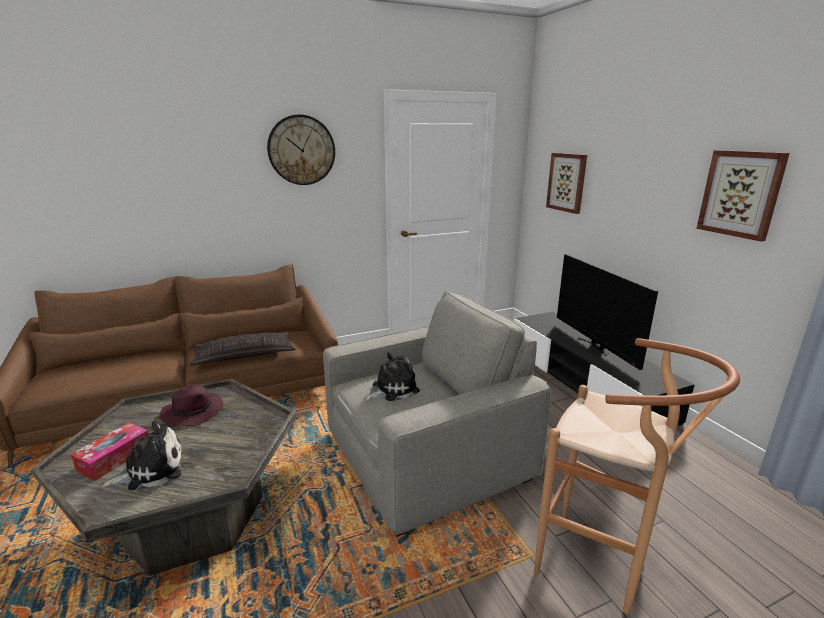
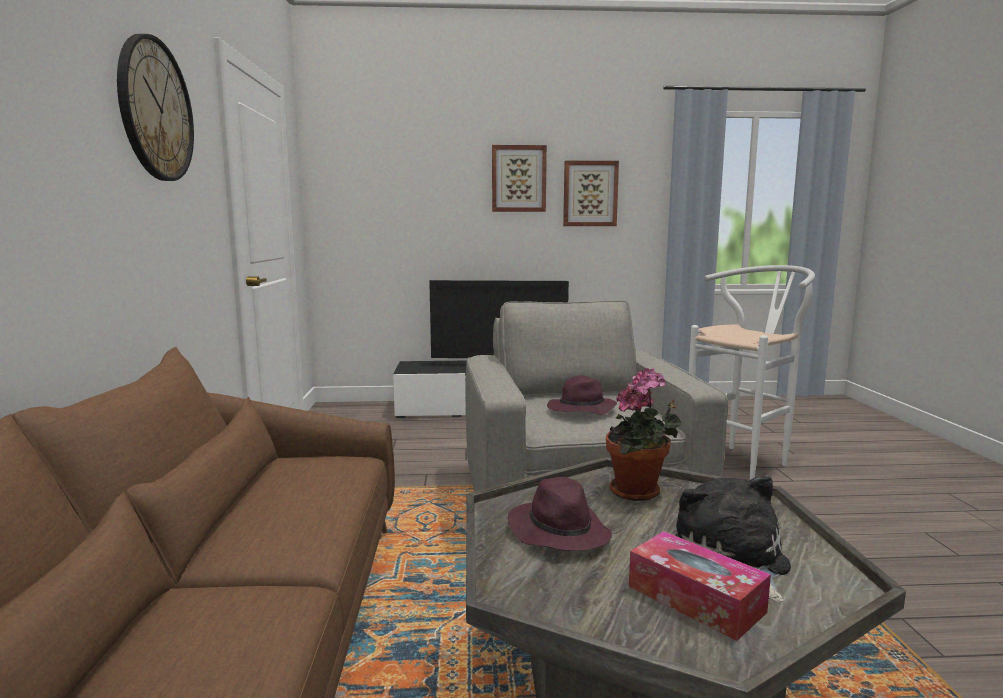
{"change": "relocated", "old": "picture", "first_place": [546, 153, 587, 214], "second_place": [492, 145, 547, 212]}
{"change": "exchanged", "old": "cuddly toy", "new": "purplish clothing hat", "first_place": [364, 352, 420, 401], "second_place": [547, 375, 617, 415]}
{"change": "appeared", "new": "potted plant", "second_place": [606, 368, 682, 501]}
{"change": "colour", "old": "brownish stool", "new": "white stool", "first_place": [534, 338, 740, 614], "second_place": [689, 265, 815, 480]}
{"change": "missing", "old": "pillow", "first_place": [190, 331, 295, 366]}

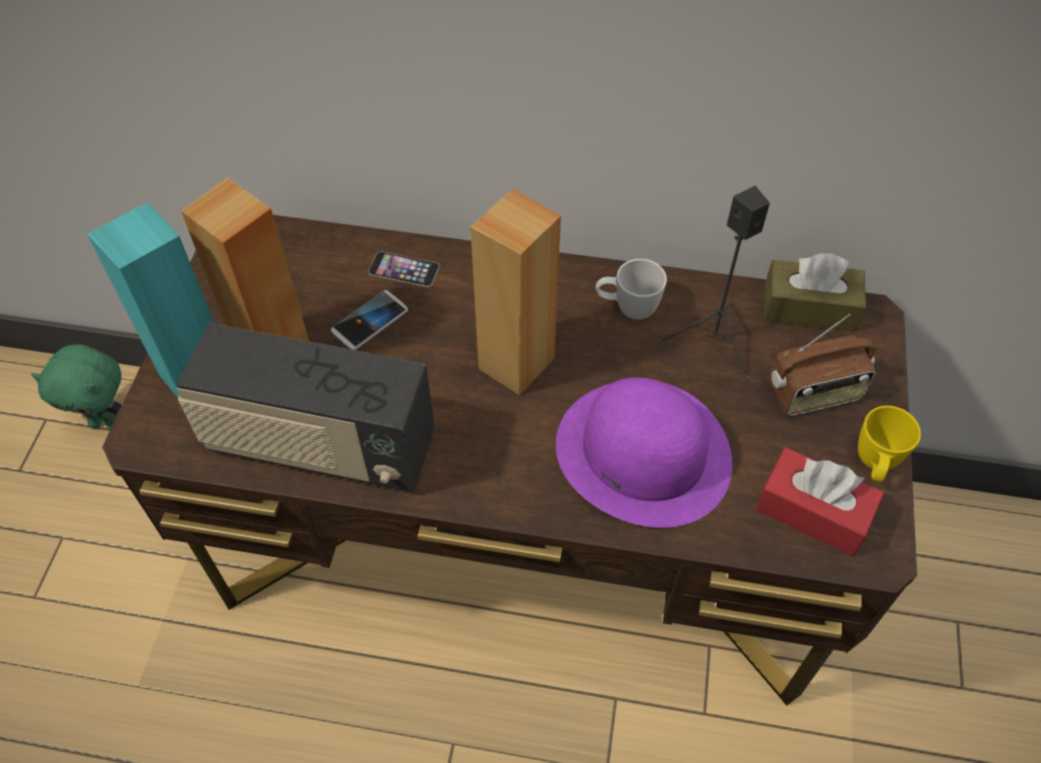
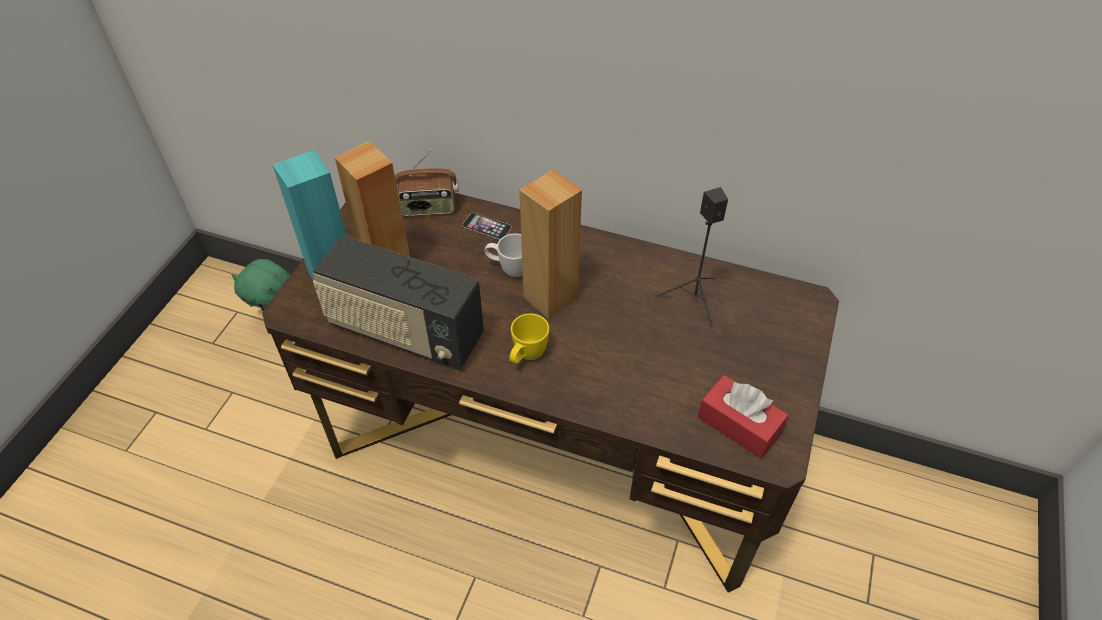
{"change": "relocated", "old": "radio set", "first_place": [769, 314, 877, 416], "second_place": [395, 149, 459, 216]}
{"change": "relocated", "old": "white coffee mug", "first_place": [596, 259, 667, 320], "second_place": [484, 234, 523, 277]}
{"change": "relocated", "old": "yellow coffee mug", "first_place": [858, 406, 921, 482], "second_place": [509, 313, 549, 363]}
{"change": "missing", "old": "phone", "first_place": [331, 290, 408, 350]}
{"change": "missing", "old": "purplish clothing hat", "first_place": [556, 377, 732, 528]}
{"change": "missing", "old": "brownish tissue box", "first_place": [764, 253, 866, 332]}

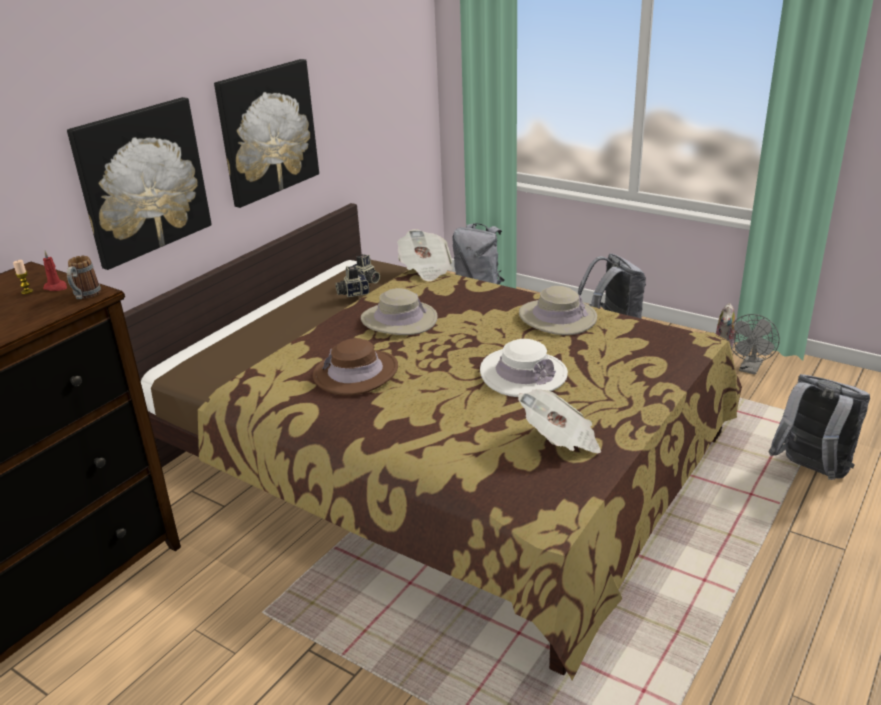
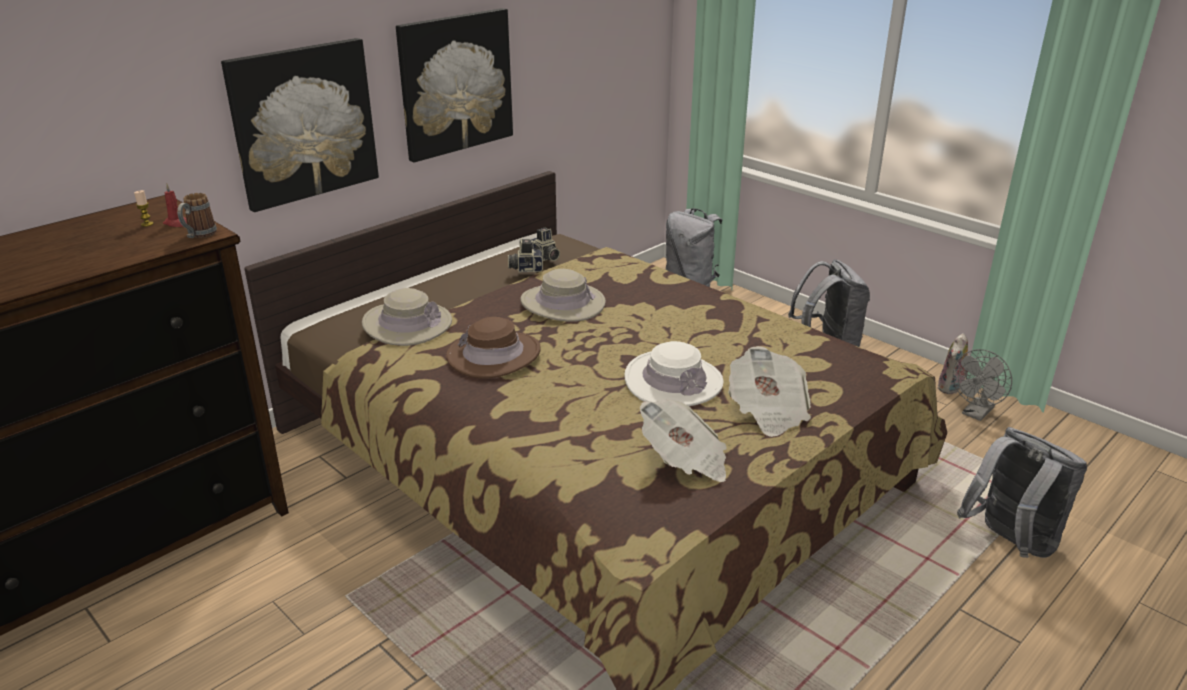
{"change": "relocated", "old": "sand-coloured clothing hat", "first_place": [519, 286, 597, 335], "second_place": [362, 288, 452, 346]}
{"change": "relocated", "old": "daily paper", "first_place": [397, 229, 453, 281], "second_place": [728, 346, 811, 437]}

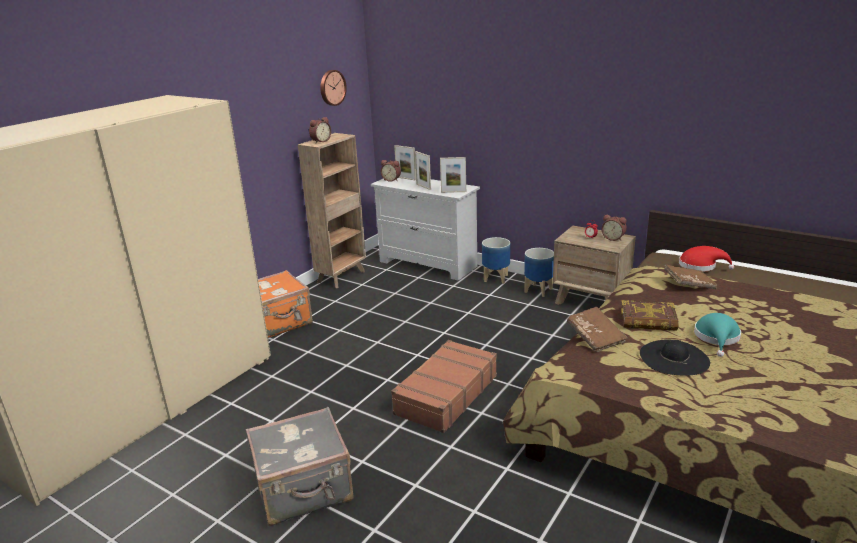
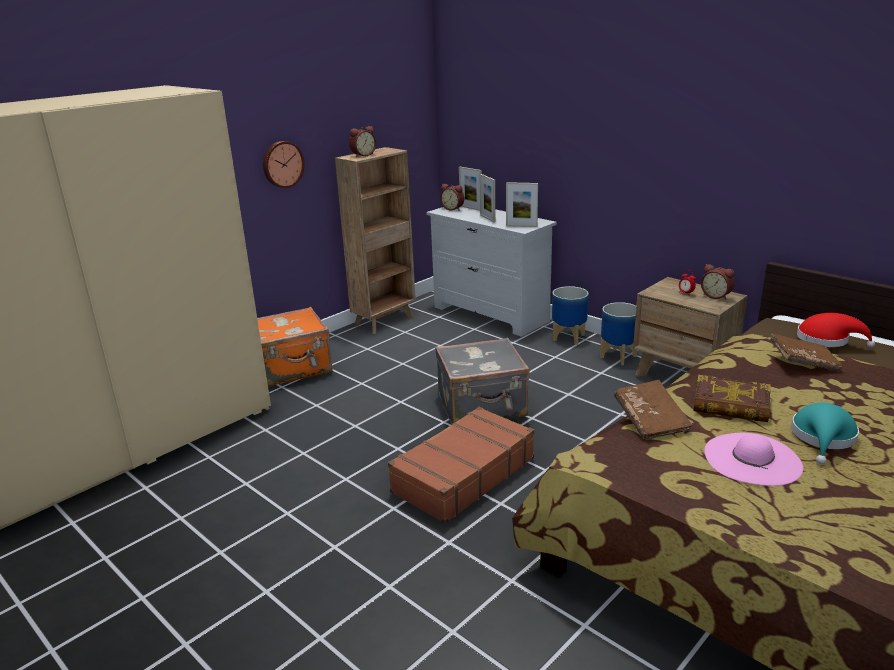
{"change": "relocated", "old": "hanging clock", "first_place": [320, 70, 347, 106], "second_place": [263, 141, 305, 188]}
{"change": "relocated", "old": "grey travel case", "first_place": [246, 407, 354, 526], "second_place": [435, 337, 529, 424]}
{"change": "colour", "old": "blackish clothing hat", "new": "pinkish clothing hat", "first_place": [640, 340, 710, 376], "second_place": [705, 433, 803, 486]}

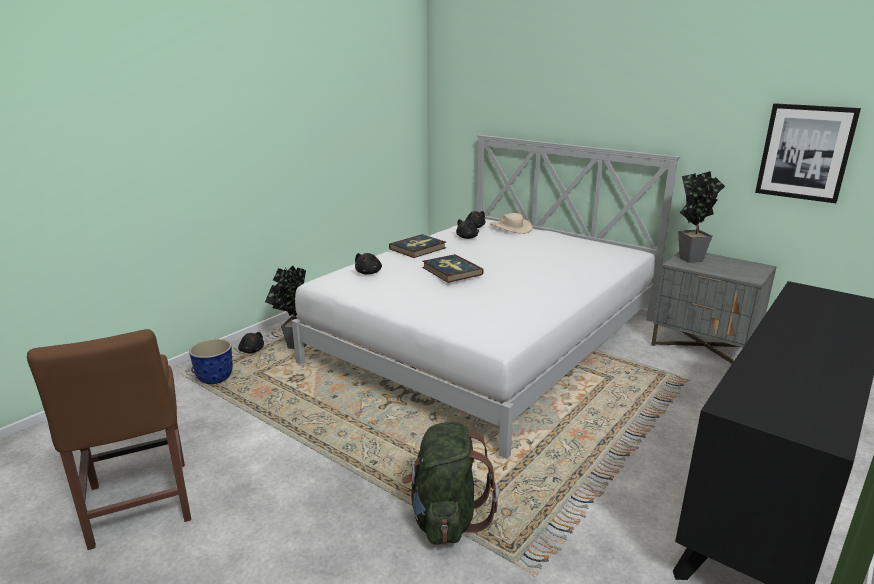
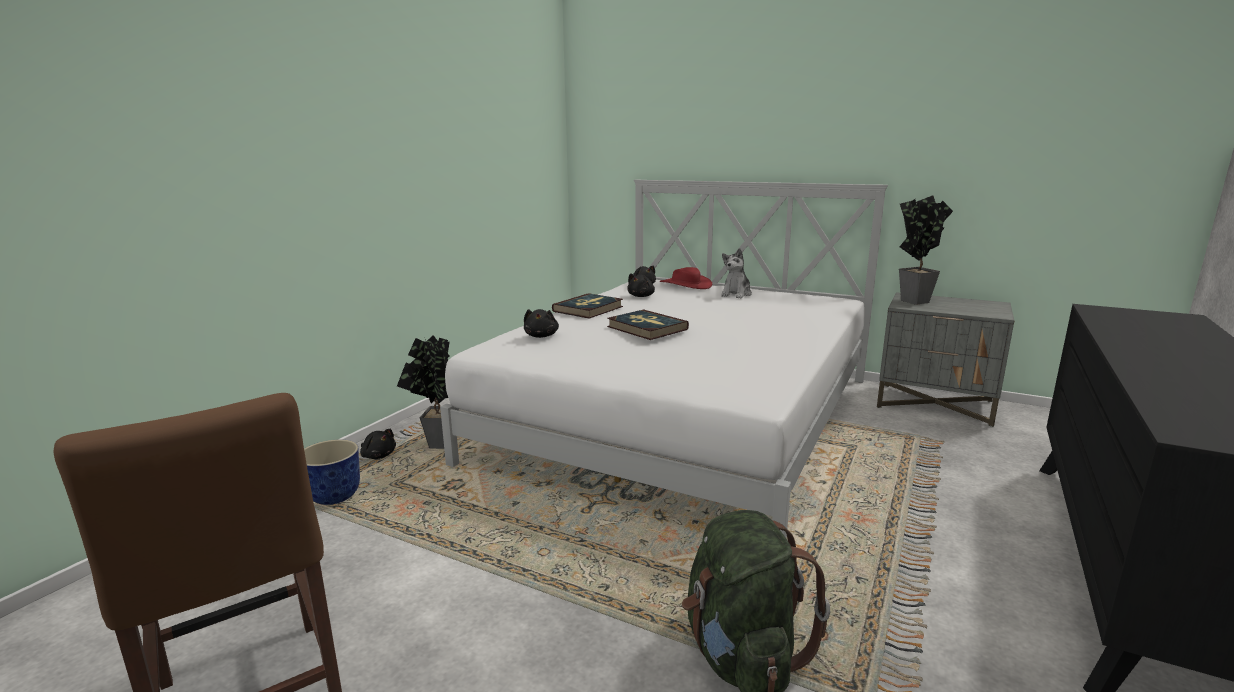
{"change": "colour", "old": "sand-coloured clothing hat", "new": "reddish clothing hat", "first_place": [490, 213, 533, 234], "second_place": [660, 267, 712, 289]}
{"change": "appeared", "new": "cuddly toy", "second_place": [721, 248, 752, 298]}
{"change": "missing", "old": "picture", "first_place": [755, 103, 861, 203]}

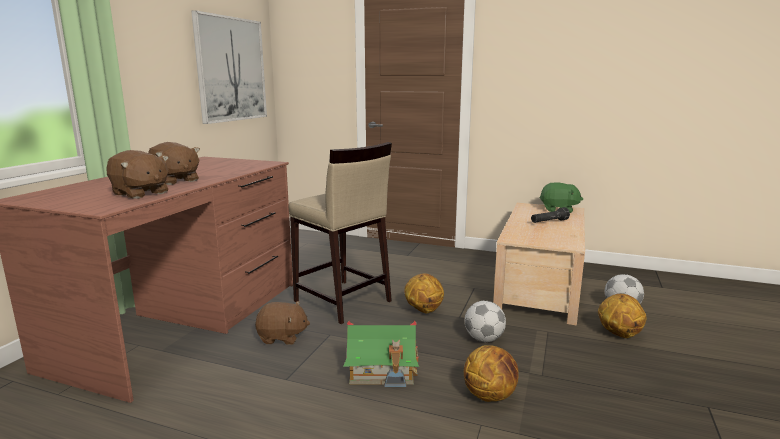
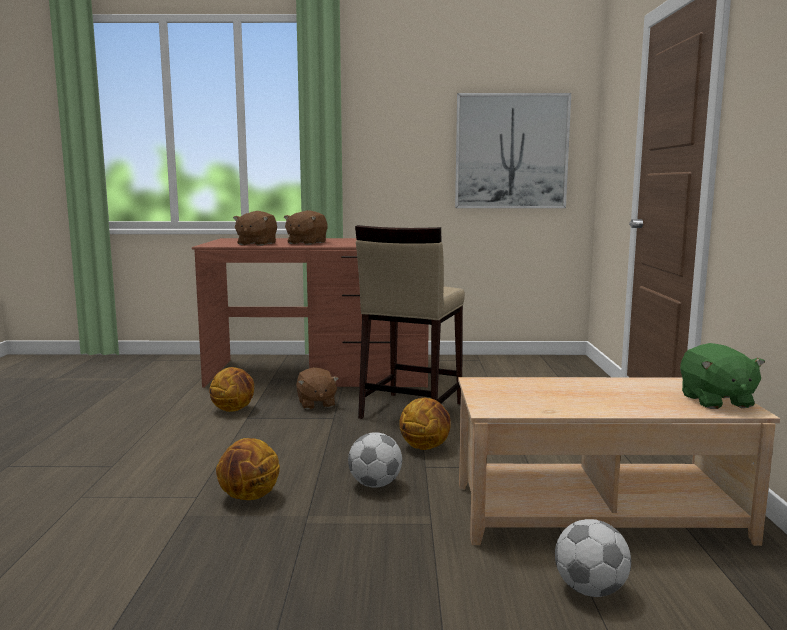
{"change": "relocated", "old": "ball for basketball", "first_place": [598, 294, 647, 338], "second_place": [209, 367, 254, 412]}
{"change": "missing", "old": "toy house", "first_place": [343, 321, 419, 387]}
{"change": "missing", "old": "blackish flashlight", "first_place": [531, 207, 570, 223]}

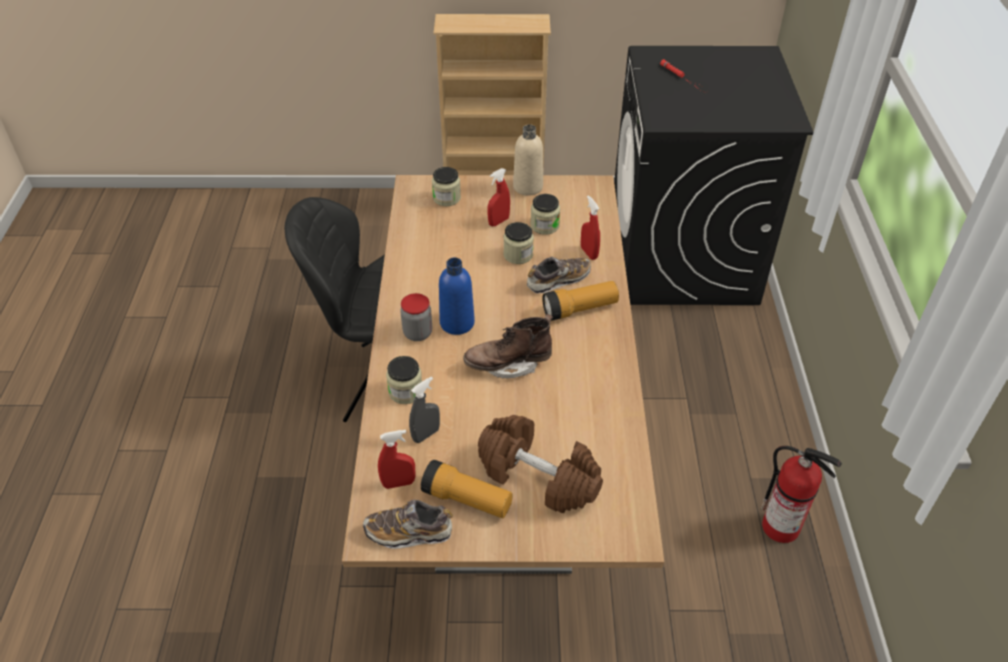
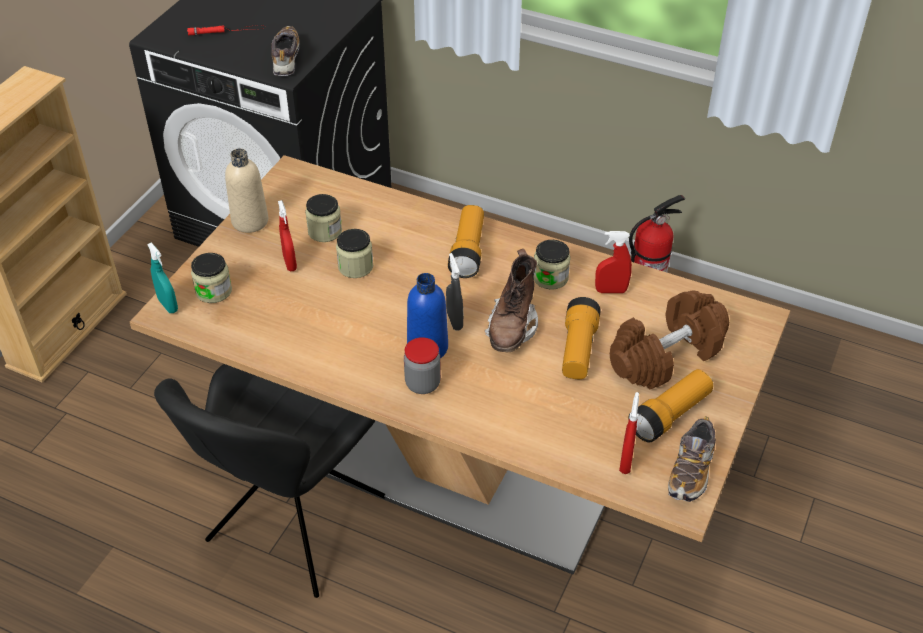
{"change": "appeared", "new": "turquoise sprayer", "second_place": [147, 243, 178, 313]}
{"change": "relocated", "old": "low shoe", "first_place": [527, 257, 591, 294], "second_place": [271, 26, 299, 76]}
{"change": "relocated", "old": "grey sprayer", "first_place": [409, 376, 440, 443], "second_place": [446, 253, 463, 331]}
{"change": "relocated", "old": "storage jar", "first_place": [386, 356, 422, 404], "second_place": [533, 240, 571, 290]}
{"change": "appeared", "new": "flashlight", "second_place": [562, 297, 601, 379]}
{"change": "relocated", "old": "reddish sprayer", "first_place": [581, 195, 600, 260], "second_place": [595, 231, 632, 293]}

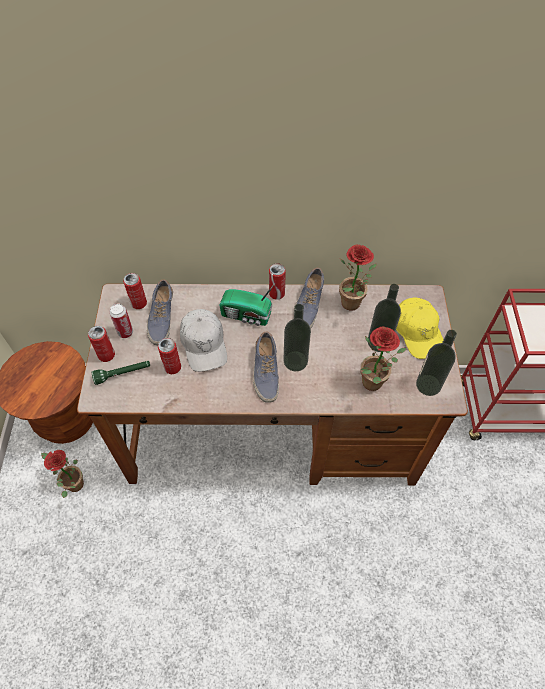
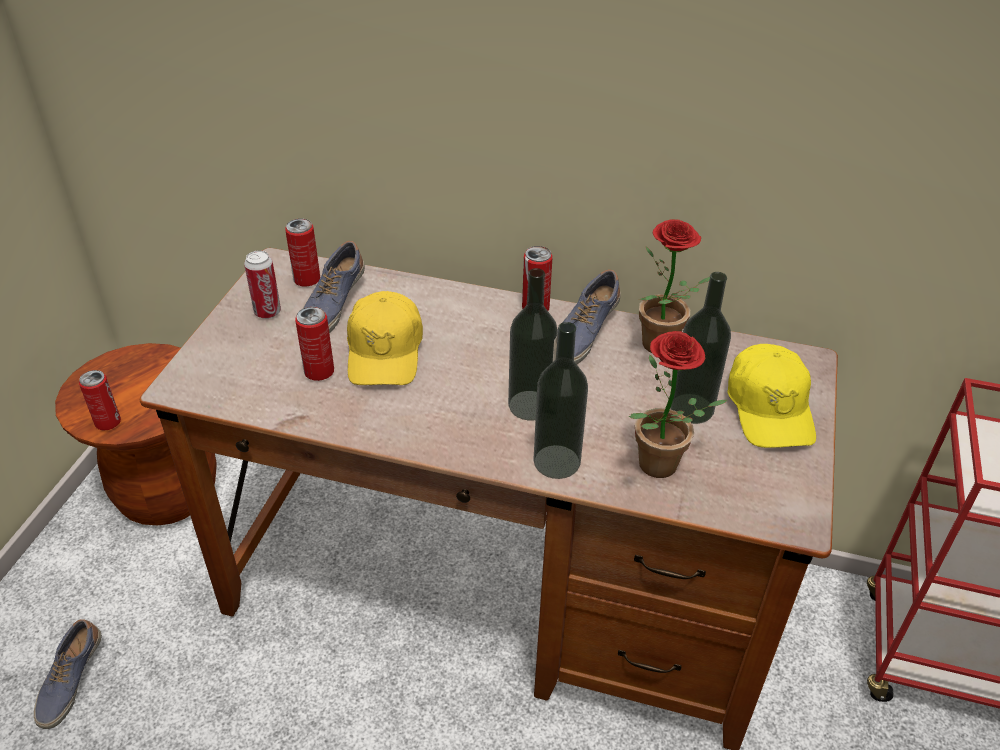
{"change": "relocated", "old": "low shoe", "first_place": [253, 332, 279, 403], "second_place": [34, 619, 102, 729]}
{"change": "relocated", "old": "can", "first_place": [88, 326, 115, 362], "second_place": [79, 370, 121, 430]}
{"change": "colour", "old": "white peaked cap", "new": "yellow peaked cap", "first_place": [180, 309, 227, 372], "second_place": [347, 291, 423, 385]}
{"change": "relocated", "old": "drink bottle", "first_place": [416, 330, 457, 396], "second_place": [533, 322, 588, 479]}
{"change": "missing", "old": "potted plant", "first_place": [41, 450, 84, 498]}
{"change": "missing", "old": "green-coloured flashlight", "first_place": [92, 361, 150, 385]}
{"change": "missing", "old": "radio set", "first_place": [220, 282, 276, 326]}

